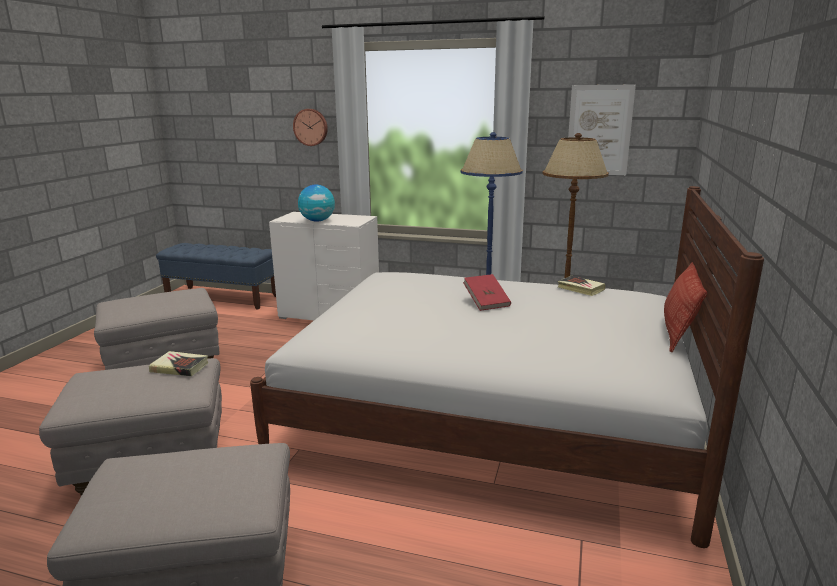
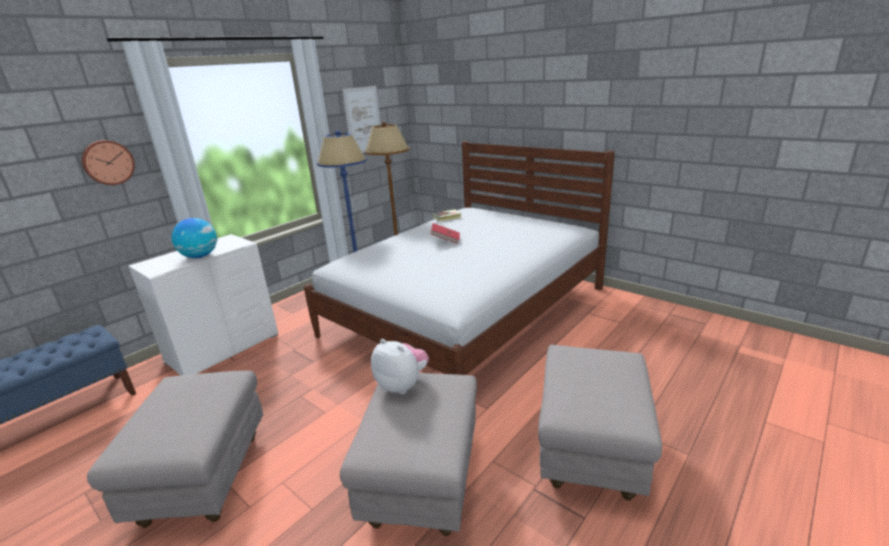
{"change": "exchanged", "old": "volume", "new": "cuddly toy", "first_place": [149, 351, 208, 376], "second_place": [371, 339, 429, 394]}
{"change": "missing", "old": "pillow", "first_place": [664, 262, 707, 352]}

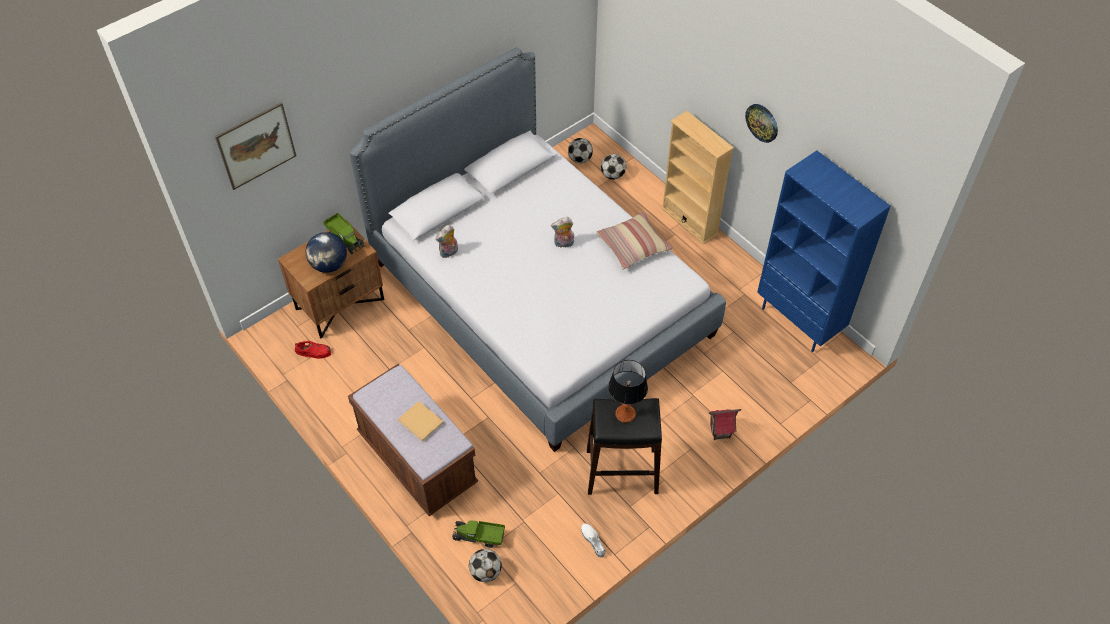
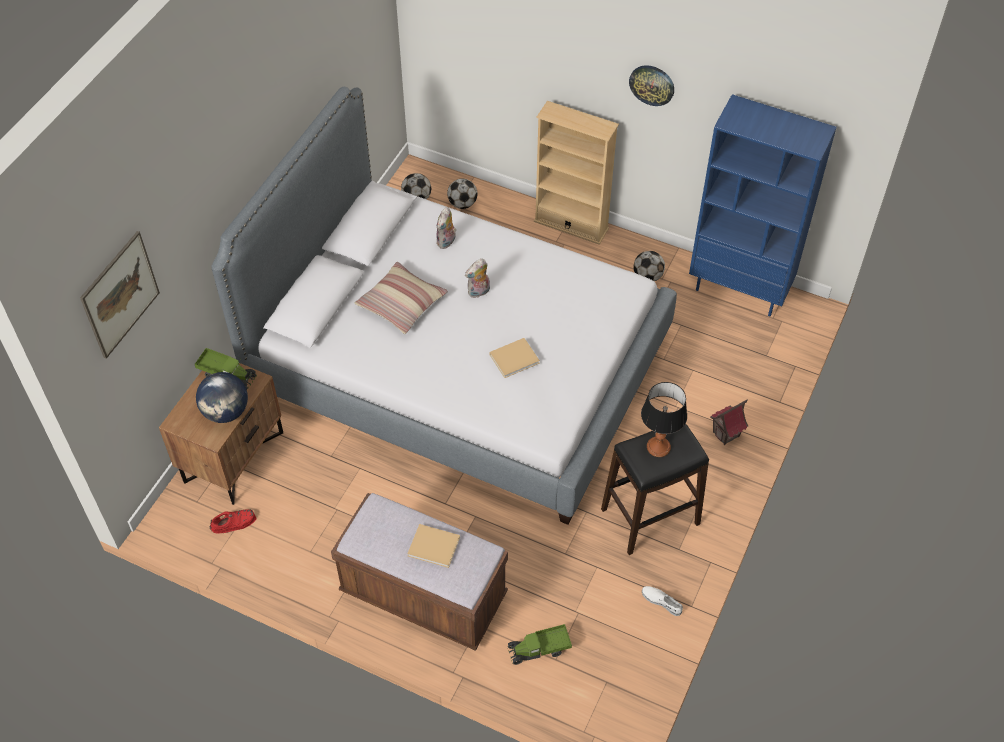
{"change": "relocated", "old": "pillow", "first_place": [596, 212, 672, 270], "second_place": [355, 262, 448, 334]}
{"change": "relocated", "old": "cuddly toy", "first_place": [436, 225, 458, 258], "second_place": [436, 207, 456, 249]}
{"change": "appeared", "new": "sand-coloured volume", "second_place": [490, 338, 540, 378]}
{"change": "relocated", "old": "football ball", "first_place": [469, 549, 502, 582], "second_place": [634, 251, 665, 281]}

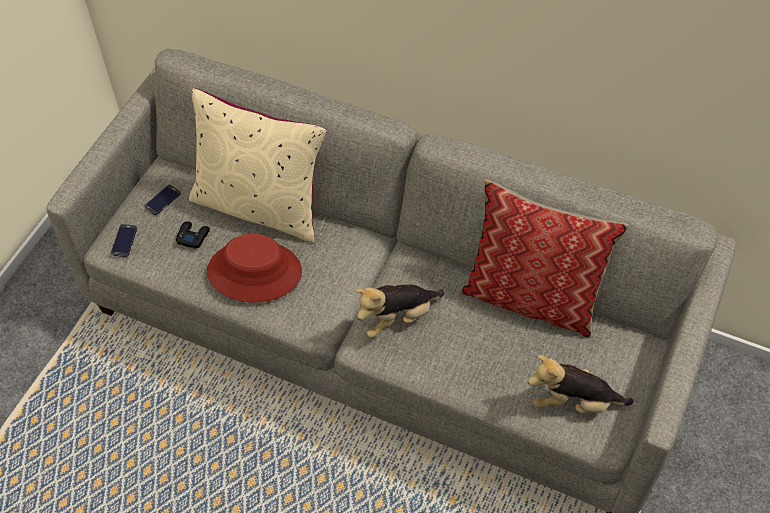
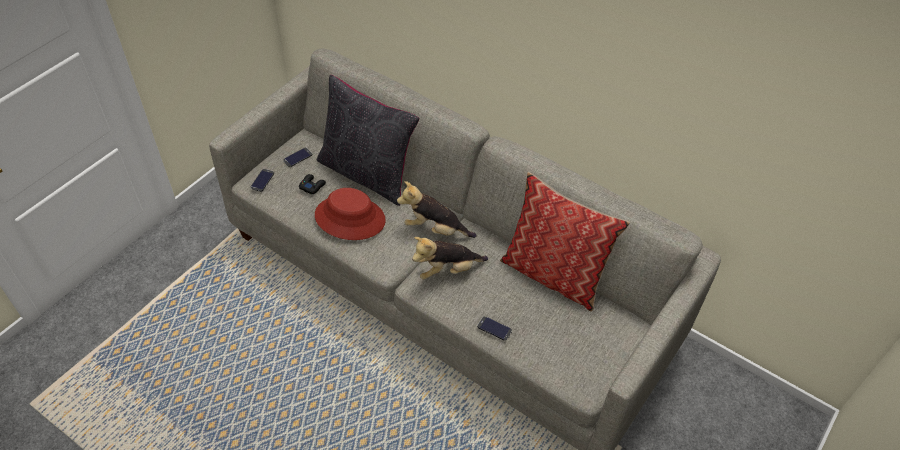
{"change": "colour", "old": "sand-coloured pillow", "new": "blackish pillow", "first_place": [189, 88, 327, 243], "second_place": [316, 75, 419, 206]}
{"change": "relocated", "old": "cuddly toy", "first_place": [528, 355, 633, 413], "second_place": [397, 181, 476, 238]}
{"change": "appeared", "new": "phone", "second_place": [477, 316, 512, 341]}

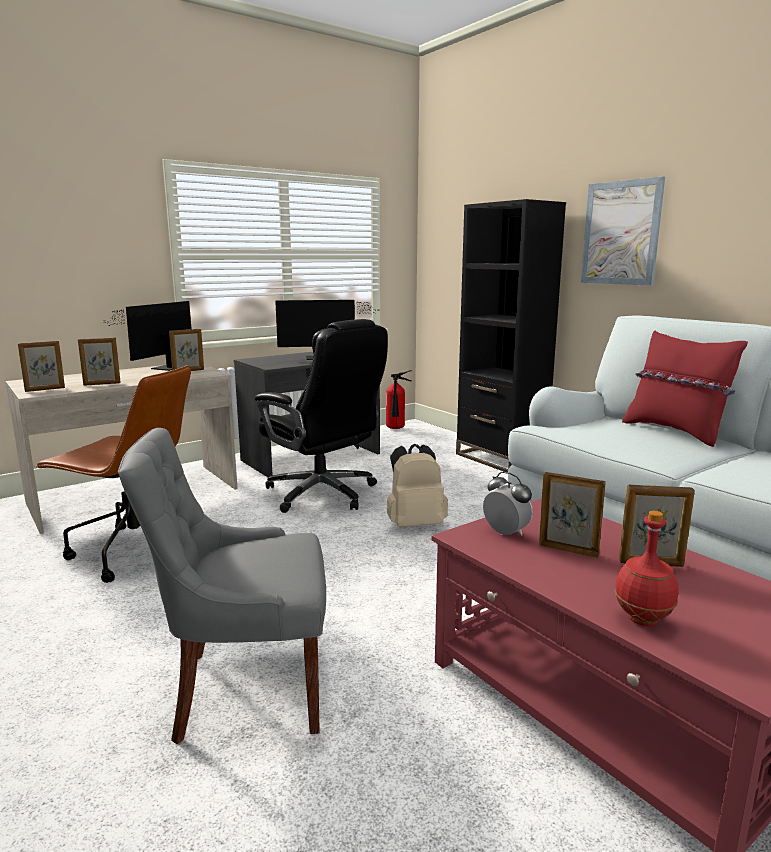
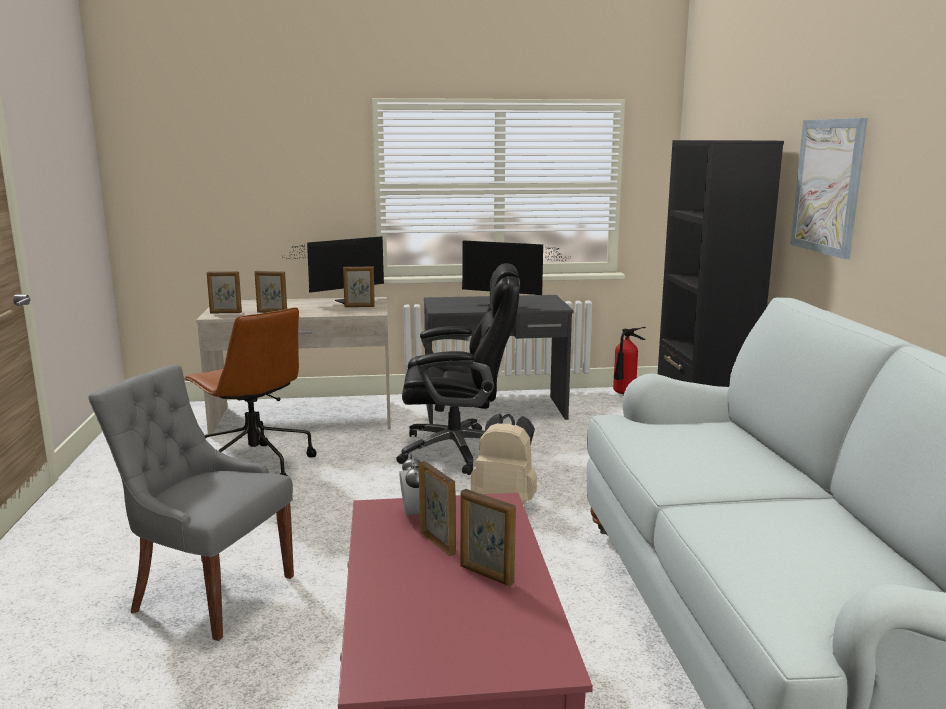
{"change": "spun", "old": "blackish desk chair", "first_place": [255, 319, 388, 513], "second_place": [396, 263, 520, 475], "degrees": -75}
{"change": "missing", "old": "reddish drink bottle", "first_place": [615, 511, 679, 626]}
{"change": "missing", "old": "reddish pillow", "first_place": [622, 331, 748, 447]}

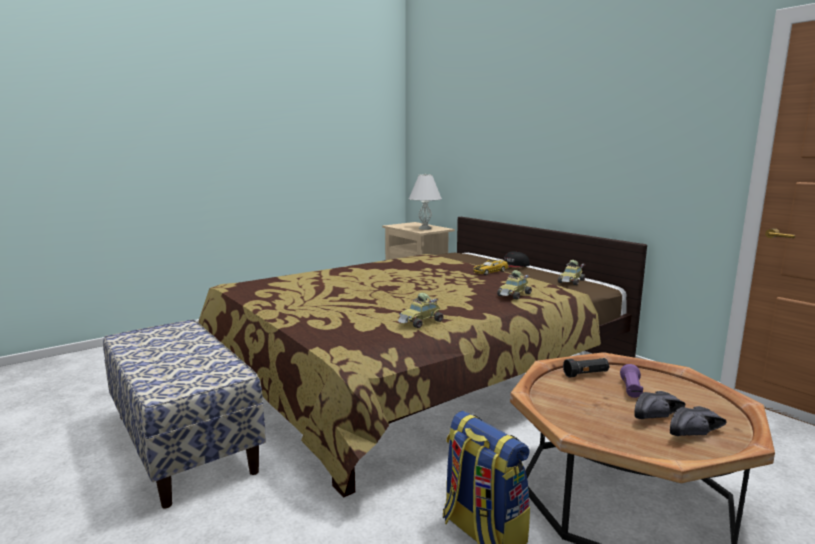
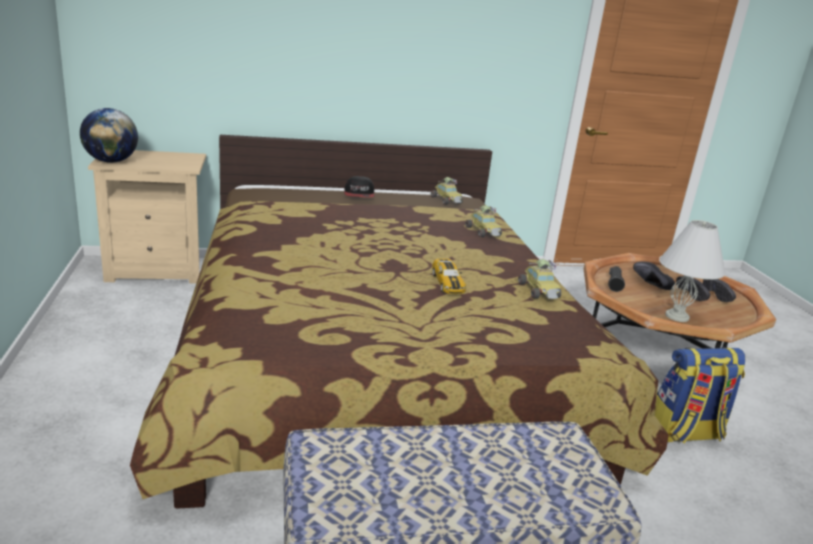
{"change": "appeared", "new": "world globe", "second_place": [80, 108, 138, 163]}
{"change": "relocated", "old": "miniature car", "first_place": [473, 260, 508, 275], "second_place": [432, 259, 466, 294]}
{"change": "exchanged", "old": "purplish flashlight", "new": "blackish low shoe", "first_place": [620, 364, 643, 398], "second_place": [633, 262, 675, 290]}
{"change": "relocated", "old": "white lamp for a table", "first_place": [409, 174, 442, 230], "second_place": [659, 220, 725, 322]}

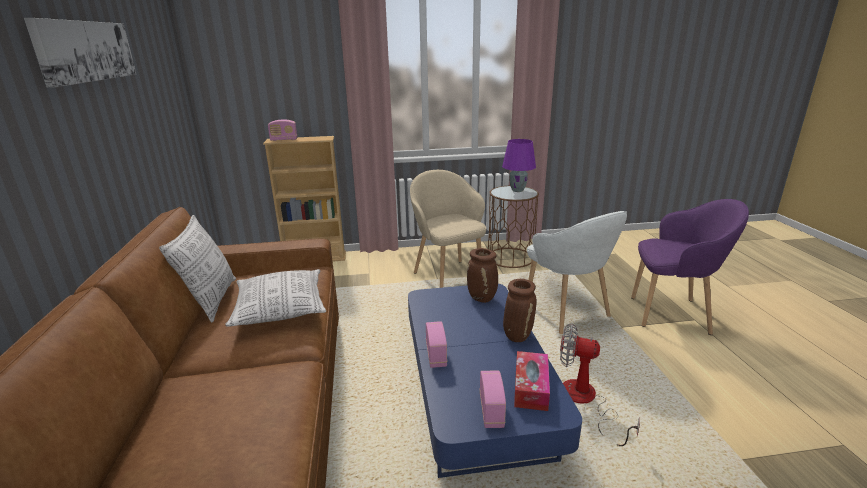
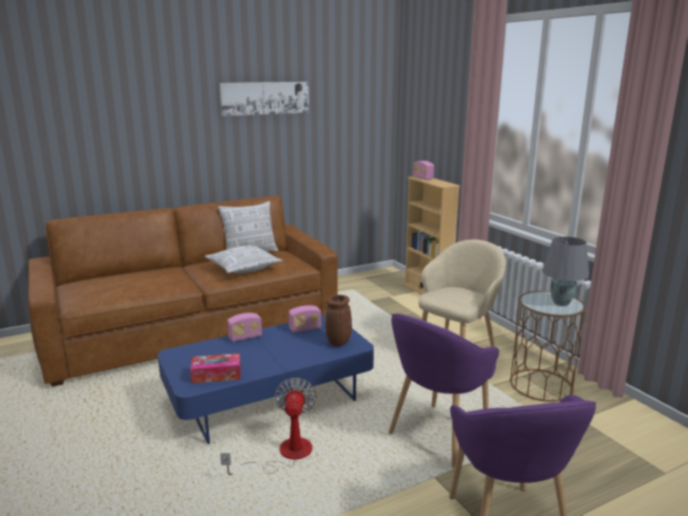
{"change": "relocated", "old": "radio set", "first_place": [480, 370, 506, 428], "second_place": [289, 305, 322, 332]}
{"change": "colour", "old": "white easy chair", "new": "purplish easy chair", "first_place": [527, 211, 627, 334], "second_place": [388, 314, 499, 468]}
{"change": "colour", "old": "purplish lamp for a table", "new": "grey lamp for a table", "first_place": [502, 139, 536, 192], "second_place": [542, 236, 589, 306]}
{"change": "missing", "old": "brownish decorative vase", "first_place": [503, 279, 537, 342]}

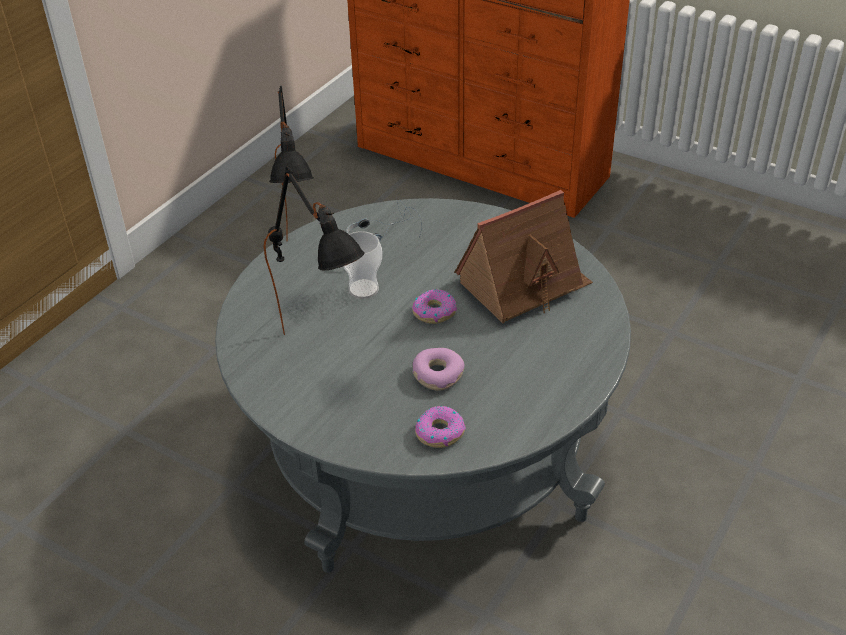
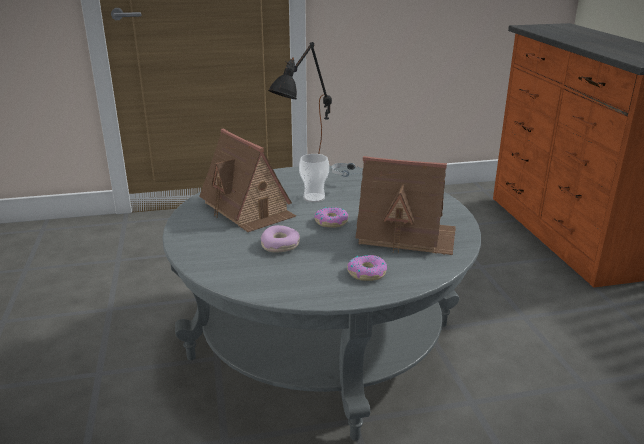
{"change": "exchanged", "old": "blackish lamp for a table", "new": "toy house", "first_place": [264, 167, 365, 335], "second_place": [199, 129, 296, 232]}
{"change": "relocated", "old": "donut", "first_place": [415, 406, 466, 448], "second_place": [347, 255, 387, 281]}

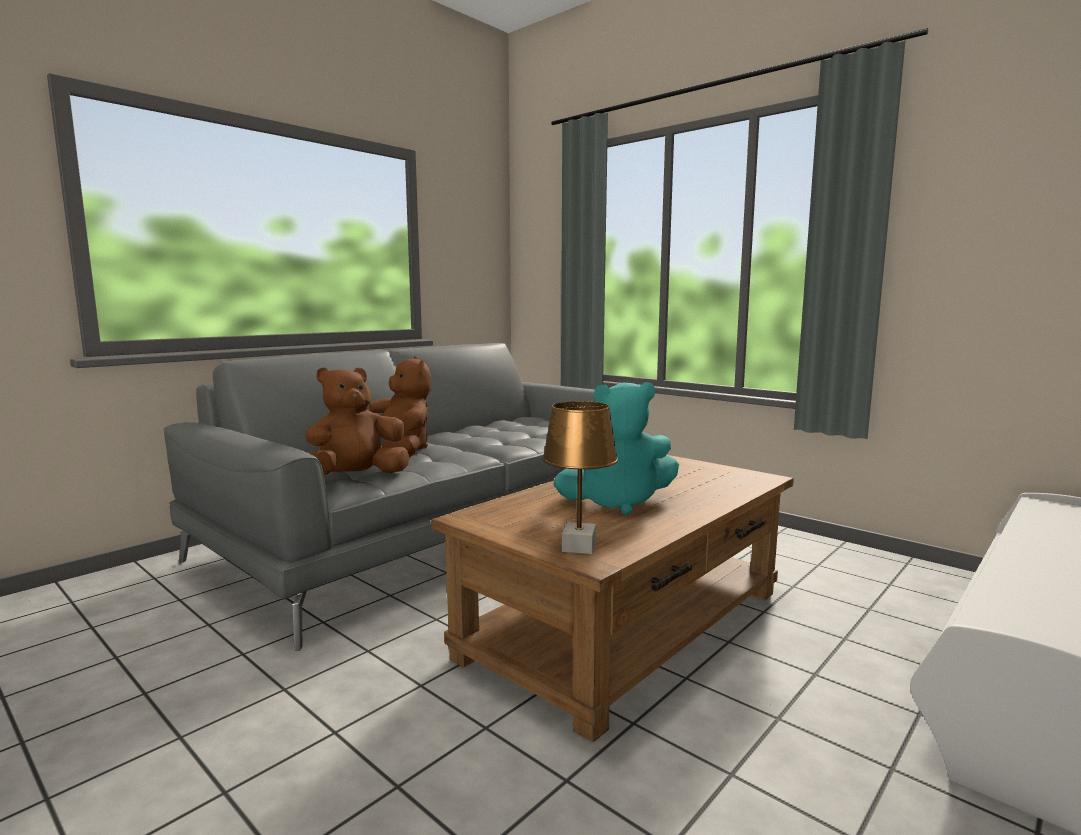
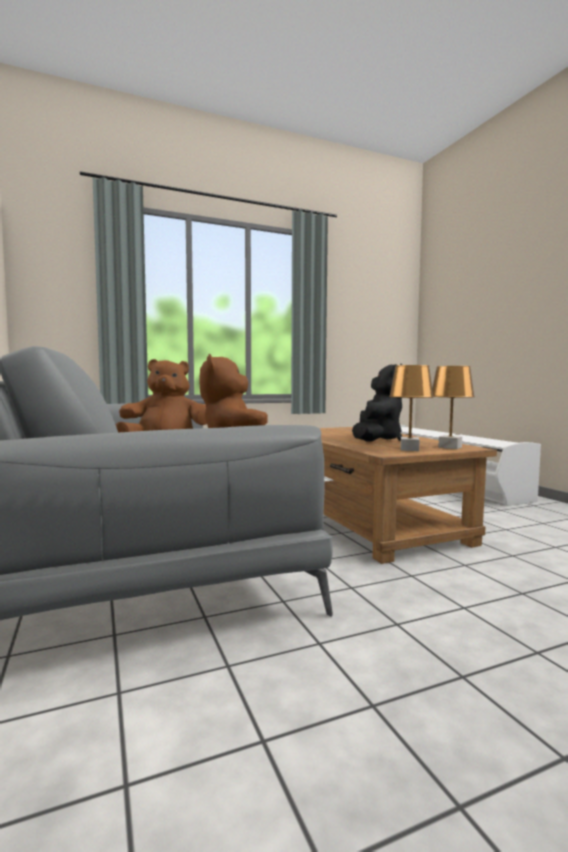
{"change": "colour", "old": "turquoise cuddly toy", "new": "blackish cuddly toy", "first_place": [553, 382, 679, 515], "second_place": [352, 364, 402, 442]}
{"change": "appeared", "new": "brownish lamp for a table", "second_place": [389, 365, 434, 451]}

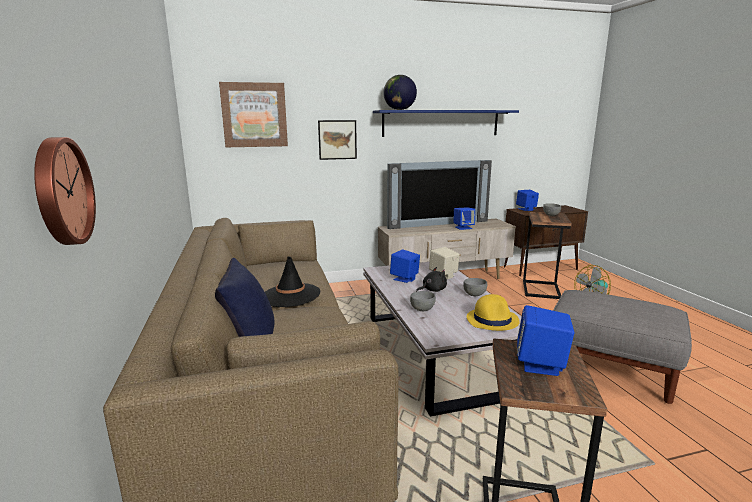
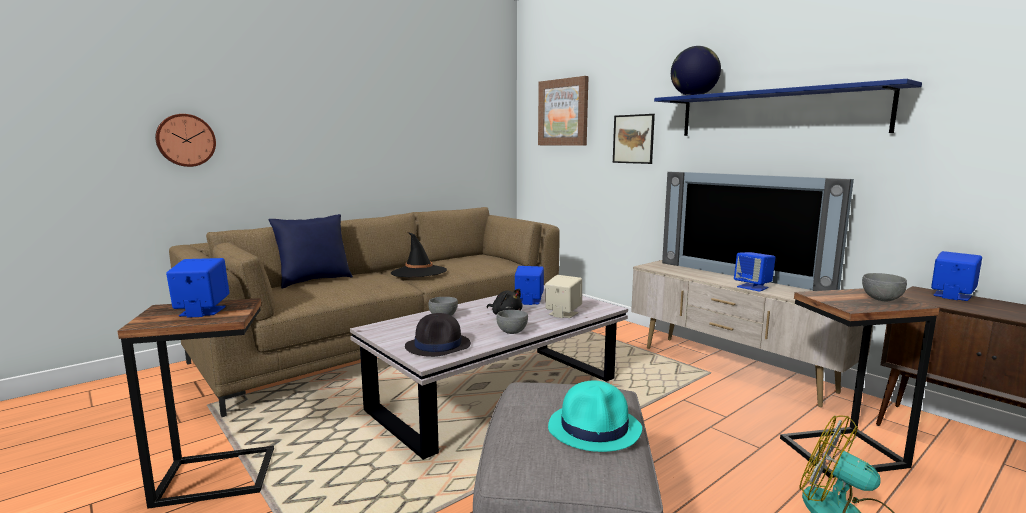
{"change": "colour", "old": "yellow clothing hat", "new": "blackish clothing hat", "first_place": [467, 294, 520, 331], "second_place": [405, 313, 471, 357]}
{"change": "appeared", "new": "turquoise clothing hat", "second_place": [548, 380, 642, 452]}

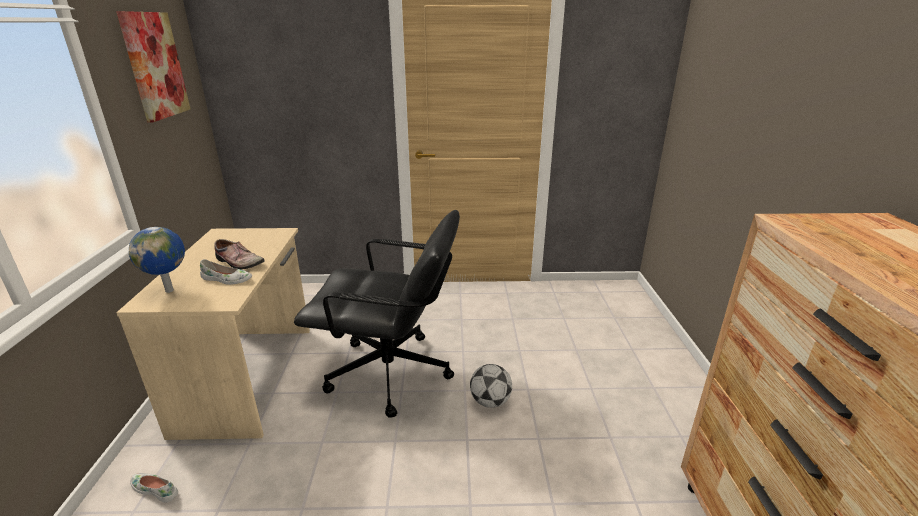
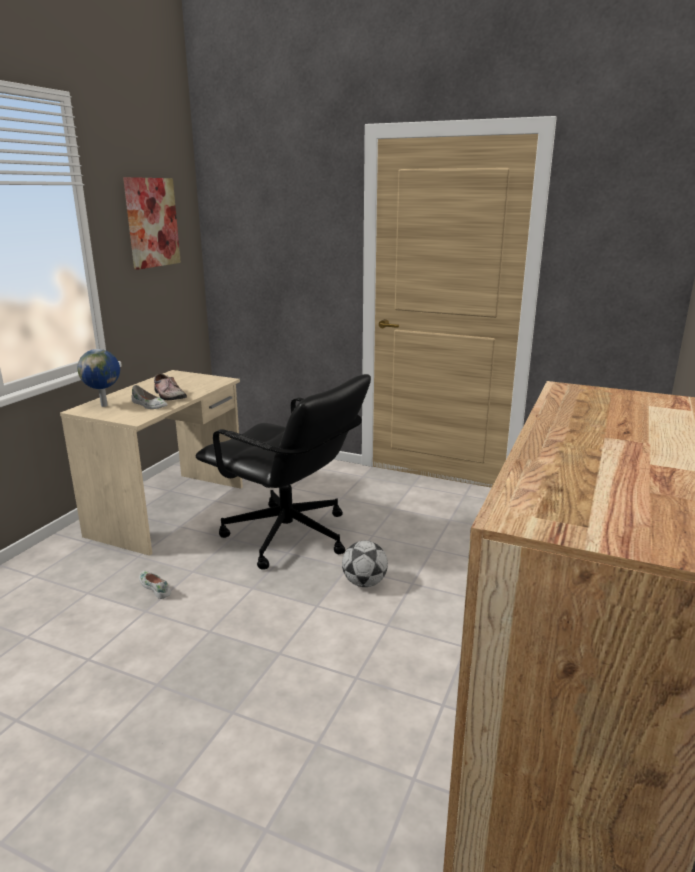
{"change": "relocated", "old": "white low shoe", "first_place": [130, 473, 178, 503], "second_place": [139, 571, 171, 599]}

